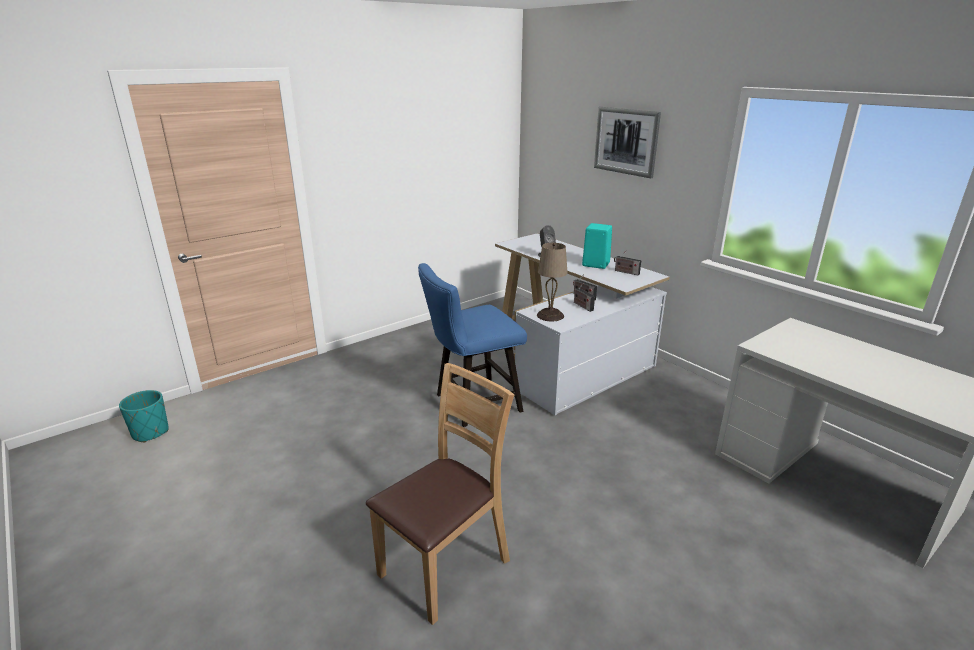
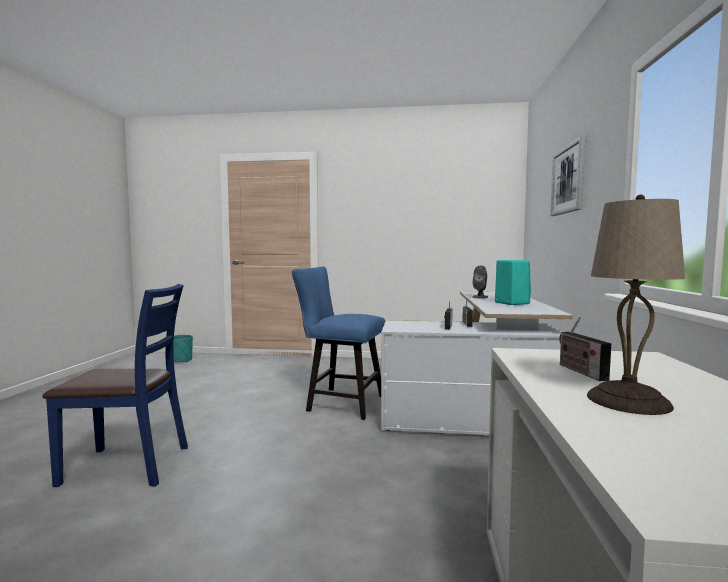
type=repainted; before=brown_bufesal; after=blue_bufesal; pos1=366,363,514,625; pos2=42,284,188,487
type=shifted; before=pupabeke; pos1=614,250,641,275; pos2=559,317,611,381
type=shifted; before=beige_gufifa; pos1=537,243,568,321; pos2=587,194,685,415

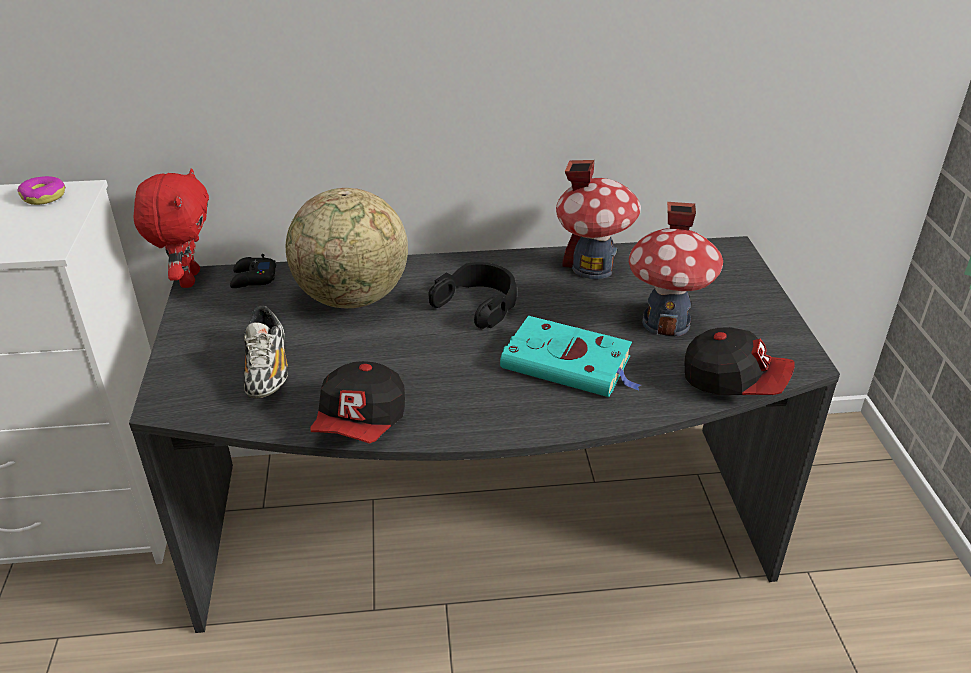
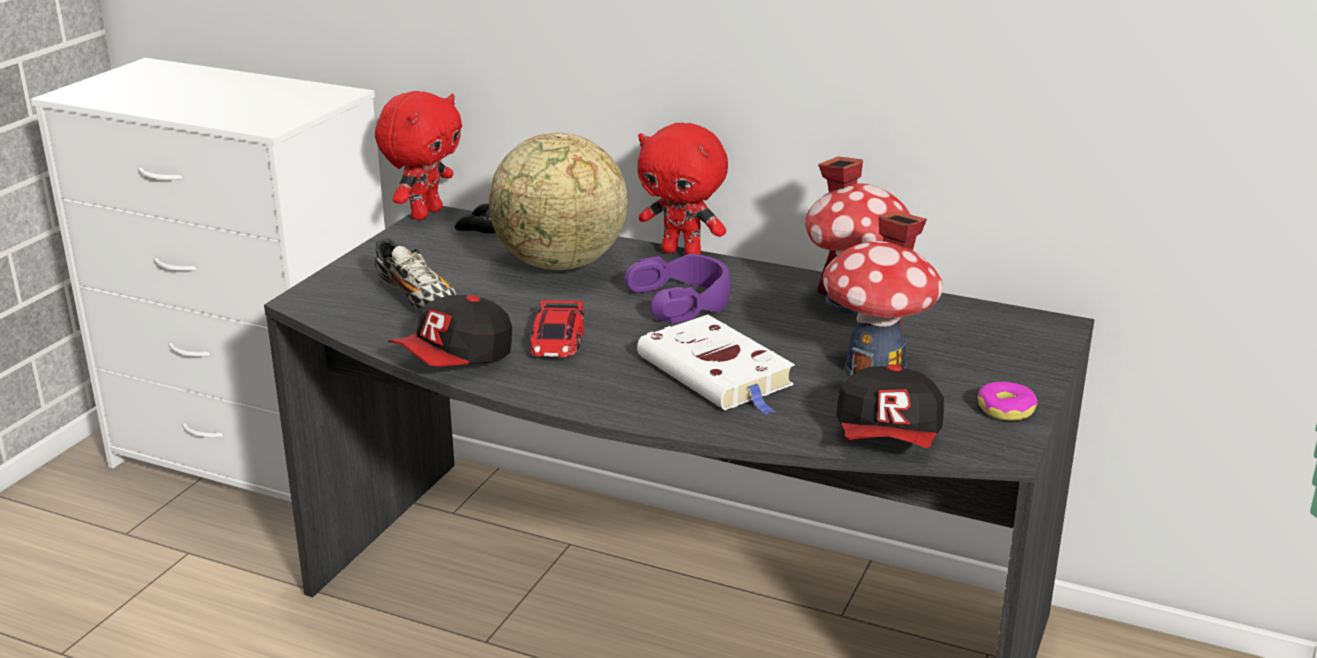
type=rotated; before=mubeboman; pos1=244,306,288,399; pos2=375,237,457,310; turn=-60
type=new; after=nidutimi; pos2=530,300,584,357
type=repainted; before=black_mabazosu; after=purple_mabazosu; pos1=428,262,517,329; pos2=625,254,730,323
type=new; after=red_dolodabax; pos2=637,123,728,255
type=repainted; before=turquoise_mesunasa; after=white_mesunasa; pos1=500,316,641,397; pos2=637,315,794,415
type=rotated; before=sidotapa; pos1=685,327,795,395; pos2=836,364,944,448; turn=45
type=shifted; before=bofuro; pos1=18,176,66,205; pos2=978,382,1038,421

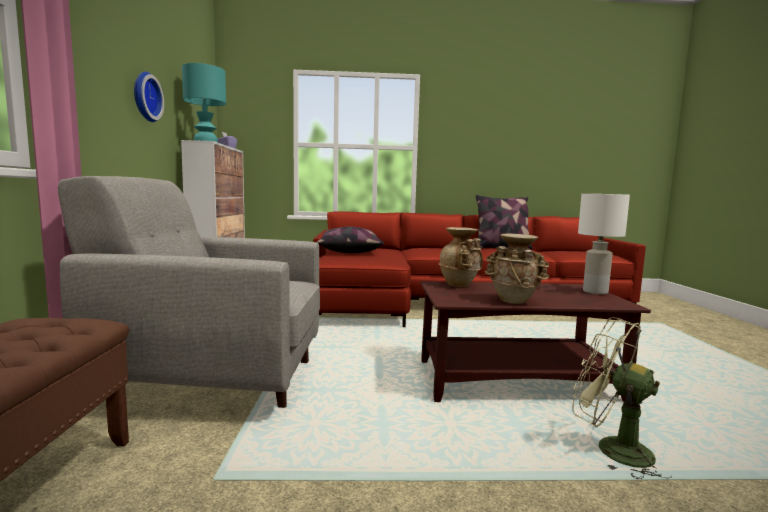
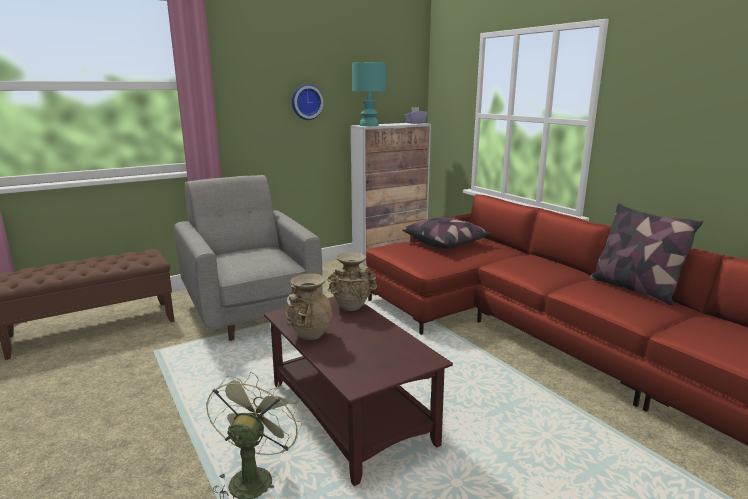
type=gone; before=white_gufifa; pos1=578,194,630,294

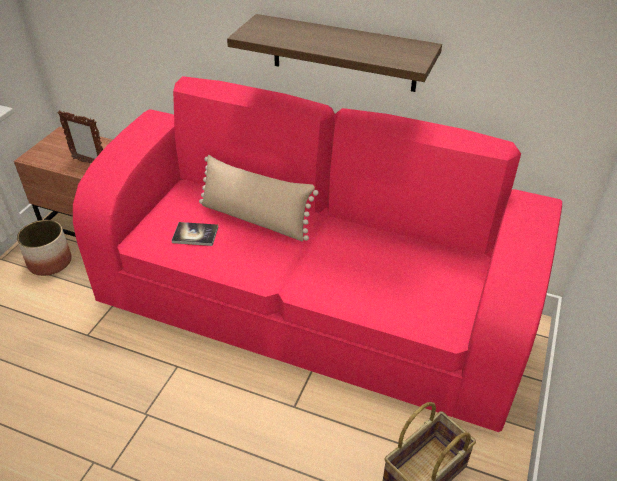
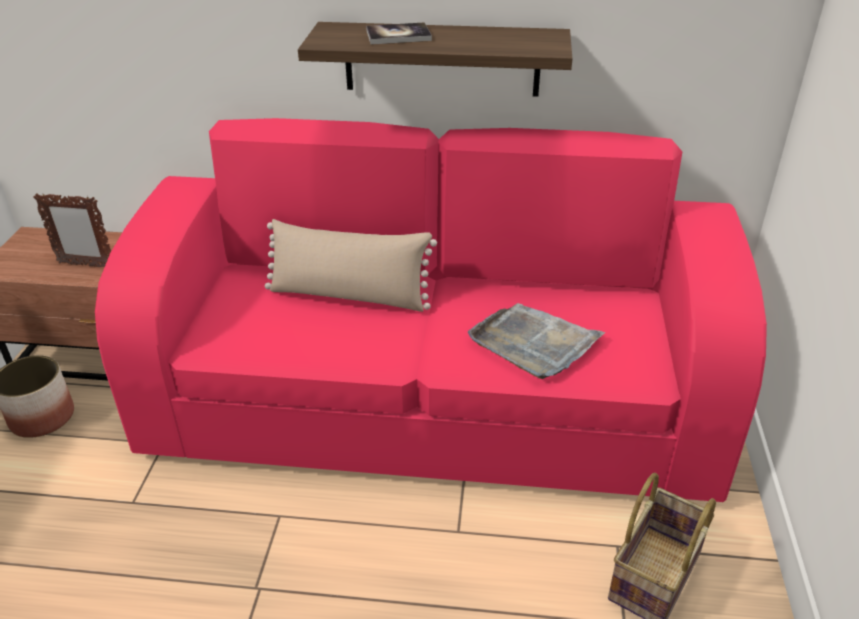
type=shifted; before=mesunasa; pos1=171,222,218,246; pos2=366,22,432,45
type=new; after=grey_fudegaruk; pos2=468,303,606,379

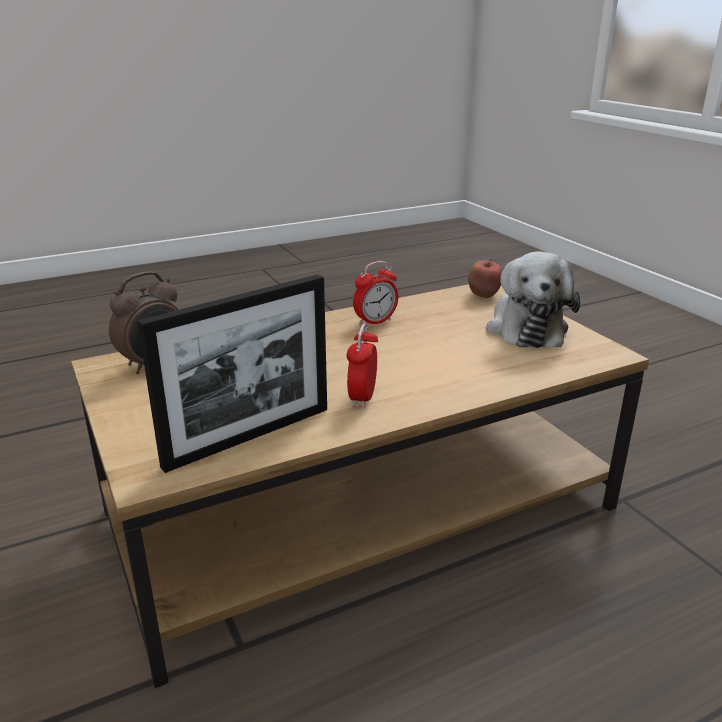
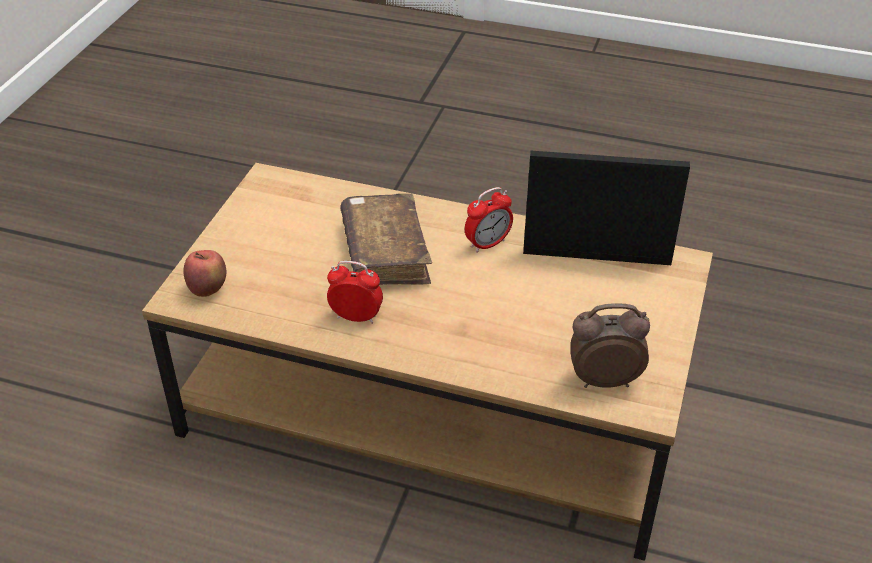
type=new; after=brown_mesunasa; pos2=341,193,432,285
type=gone; before=dolodabax; pos1=486,251,580,348

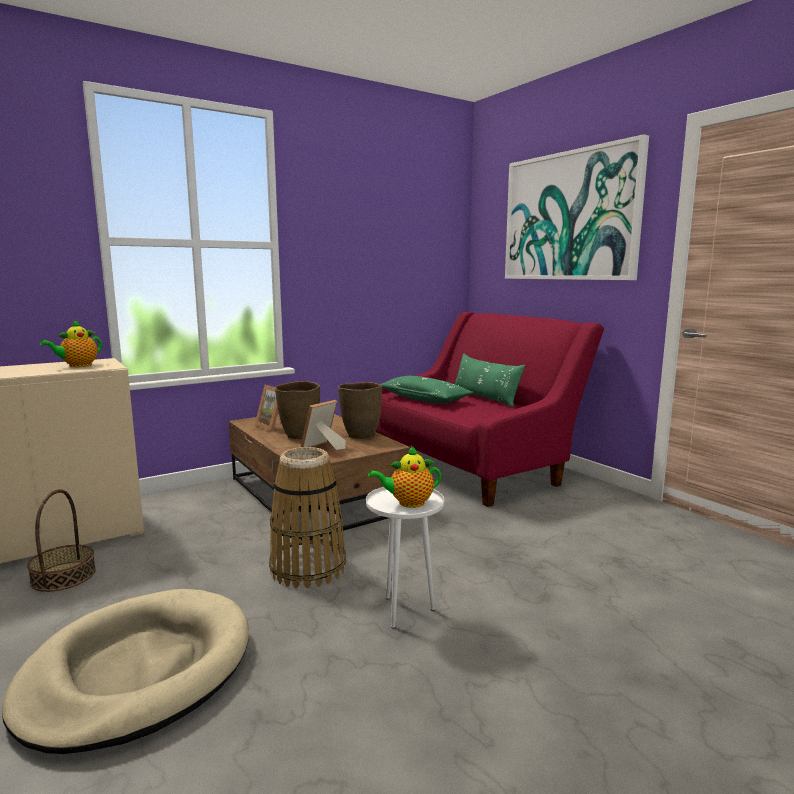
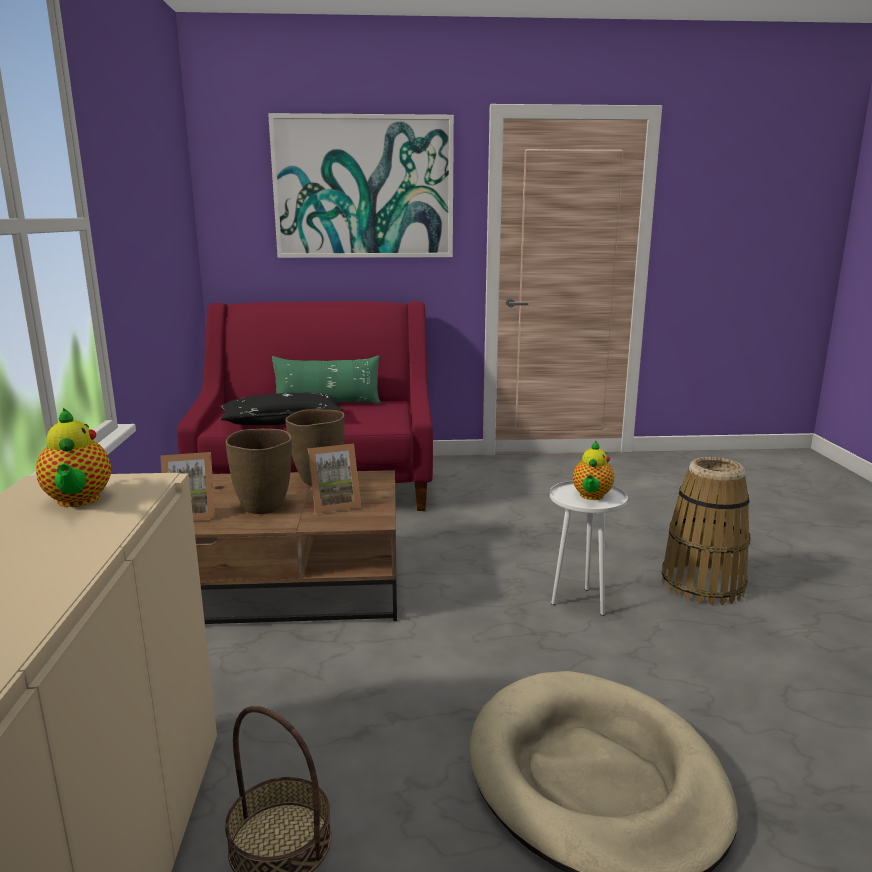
type=repainted; before=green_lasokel; after=black_lasokel; pos1=380,376,473,403; pos2=220,393,344,425
type=rotated; before=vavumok; pos1=301,400,346,450; pos2=308,443,361,514; turn=-90
type=shifted; before=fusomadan; pos1=269,447,346,588; pos2=661,457,750,605

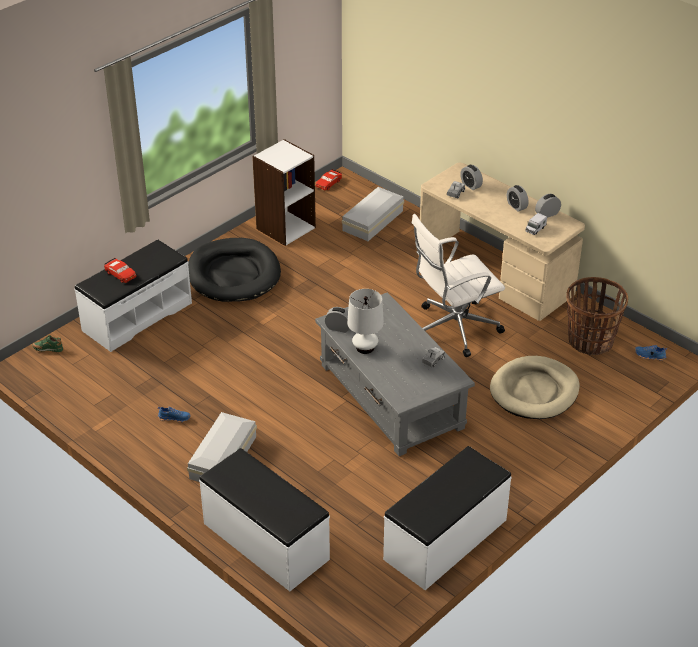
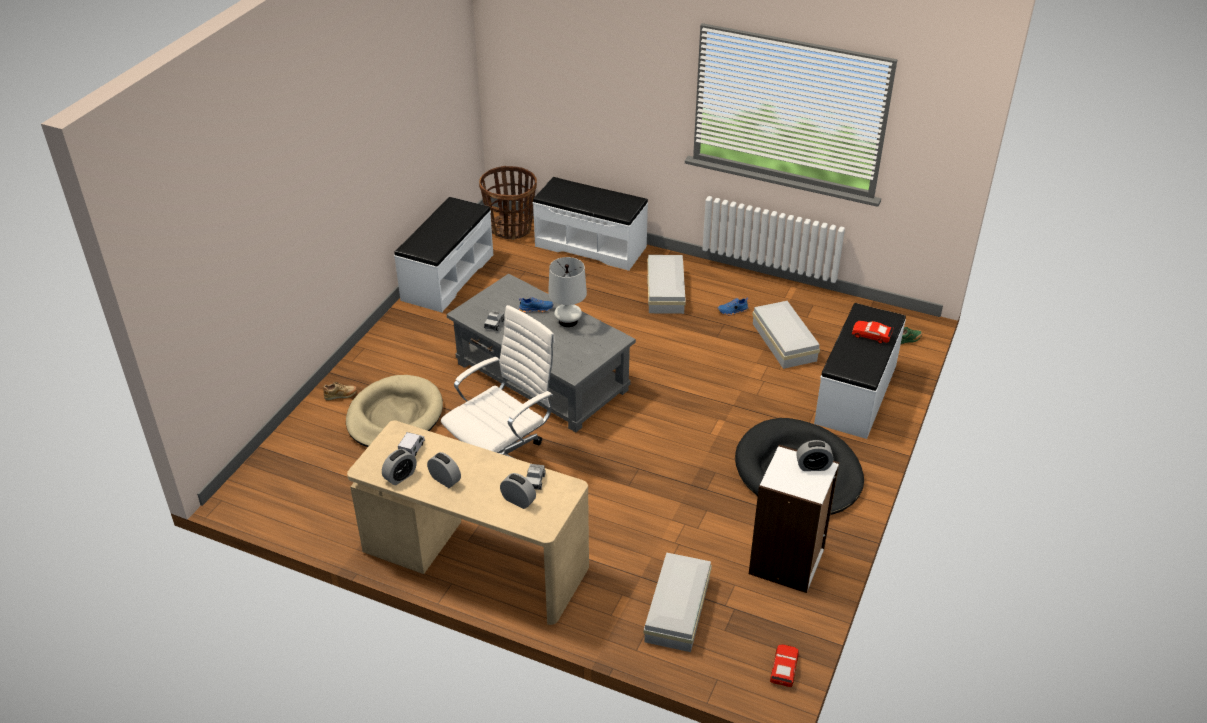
type=new; after=beige_mubeboman; pos2=323,382,357,400
type=shifted; before=fusomadan; pos1=566,277,628,355; pos2=479,166,537,240
type=shifted; before=blue_mubeboman; pos1=635,345,667,361; pos2=519,296,553,313
type=new; after=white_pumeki; pos2=753,301,820,369
type=shifted; before=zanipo; pos1=325,307,350,333; pos2=796,440,833,471

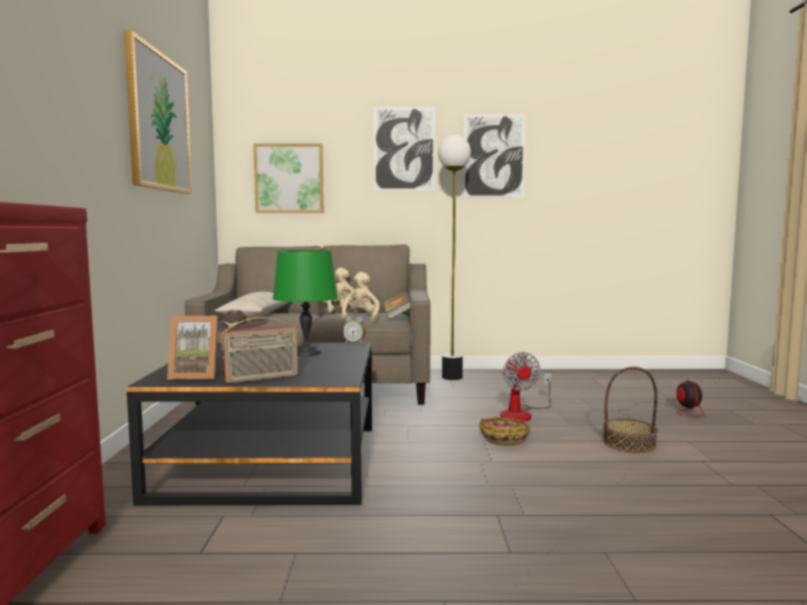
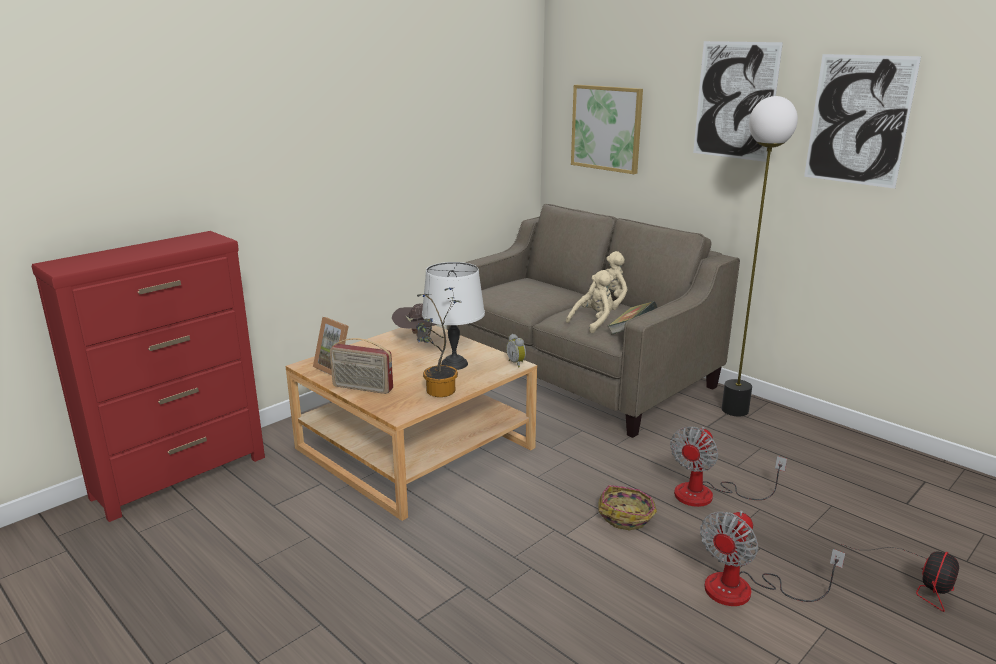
type=repainted; before=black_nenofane; after=beige_nenofane; pos1=127,343,372,505; pos2=286,325,537,521
type=new; after=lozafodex; pos2=416,287,461,397
type=repainted; before=green_gufifa; after=white_gufifa; pos1=273,250,338,356; pos2=422,262,485,370
type=swapped; before=fusomadan; after=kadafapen; pos1=603,367,657,453; pos2=700,511,845,606
type=gone; before=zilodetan; pos1=124,30,192,194
type=gone; before=beige_lasokel; pos1=215,292,289,318

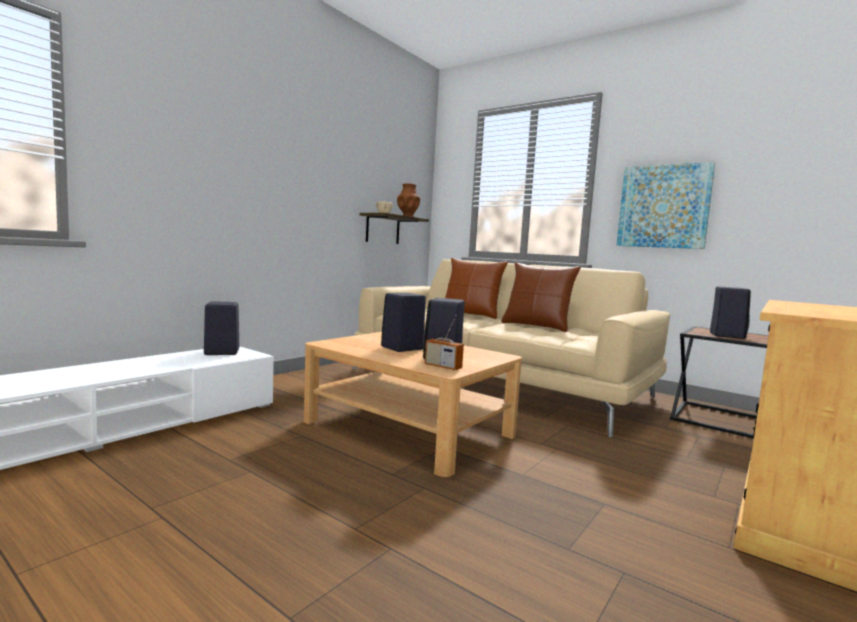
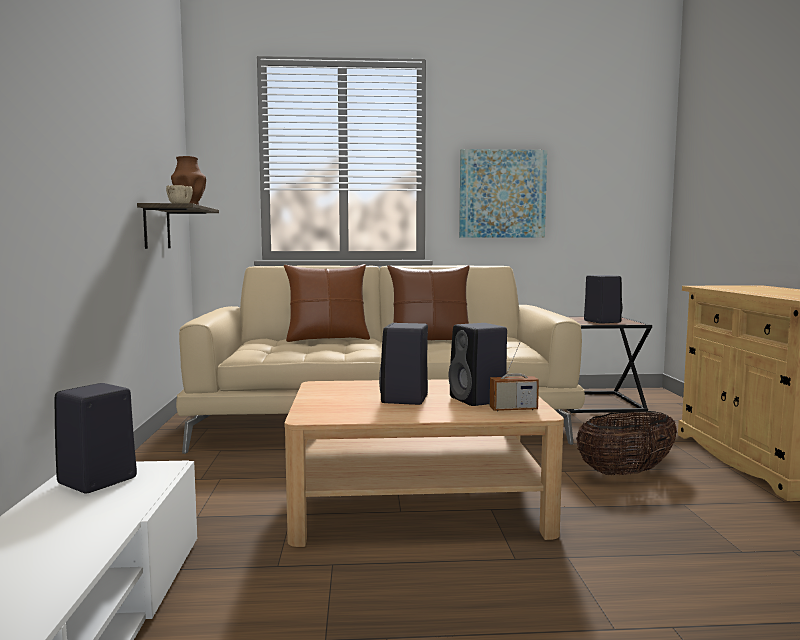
type=new; after=fusomadan; pos2=576,411,677,475

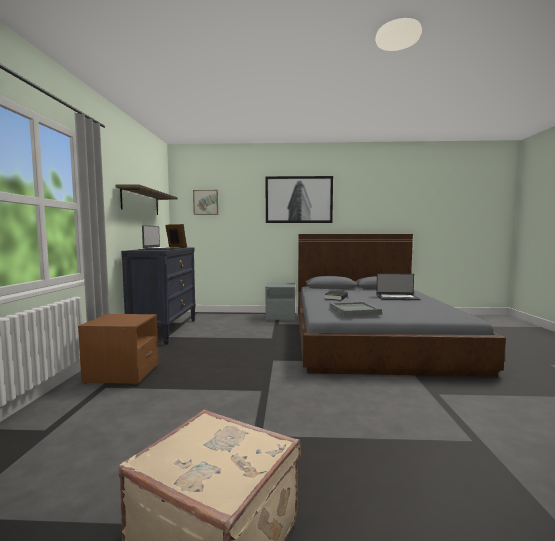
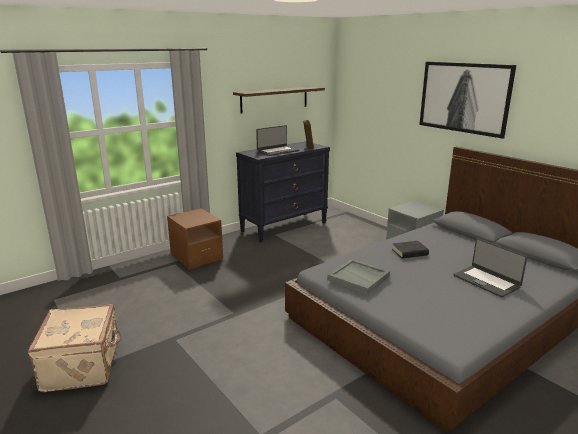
type=gone; before=zilodetan; pos1=193,190,218,215

